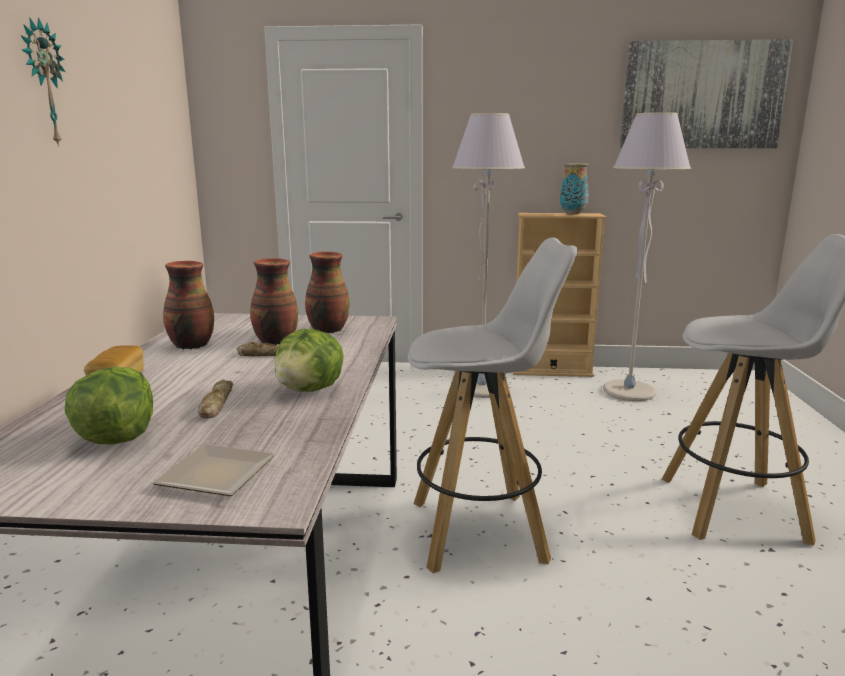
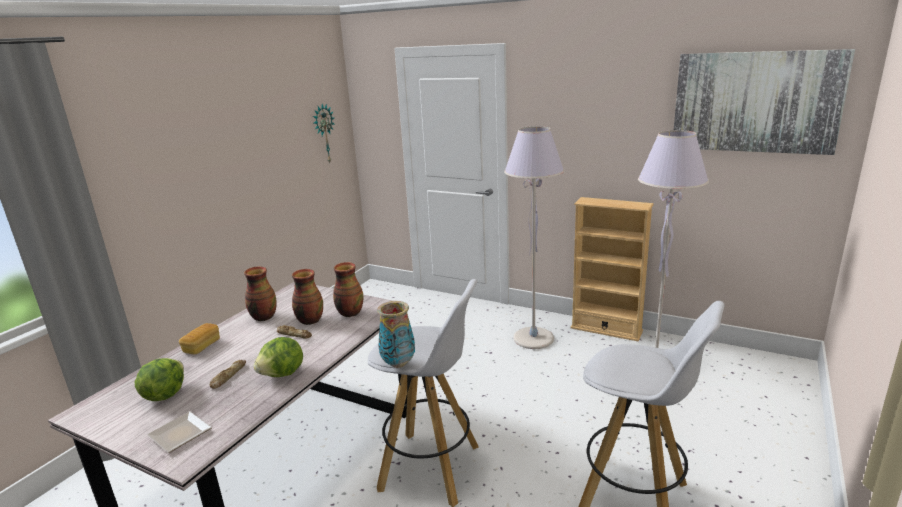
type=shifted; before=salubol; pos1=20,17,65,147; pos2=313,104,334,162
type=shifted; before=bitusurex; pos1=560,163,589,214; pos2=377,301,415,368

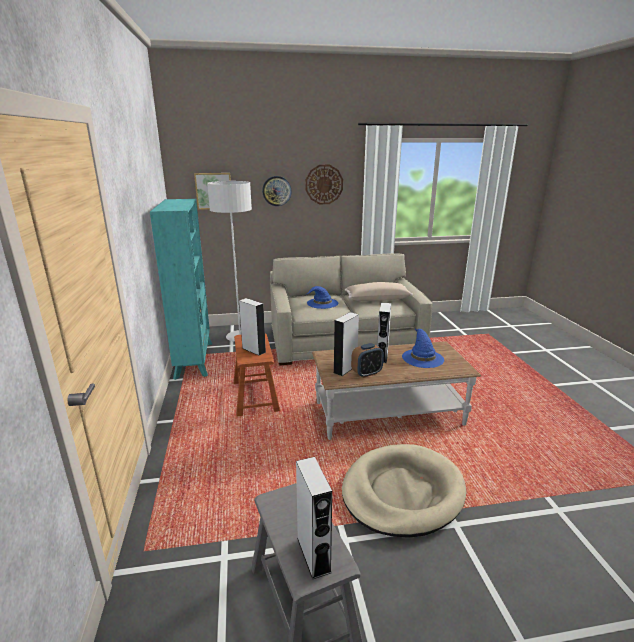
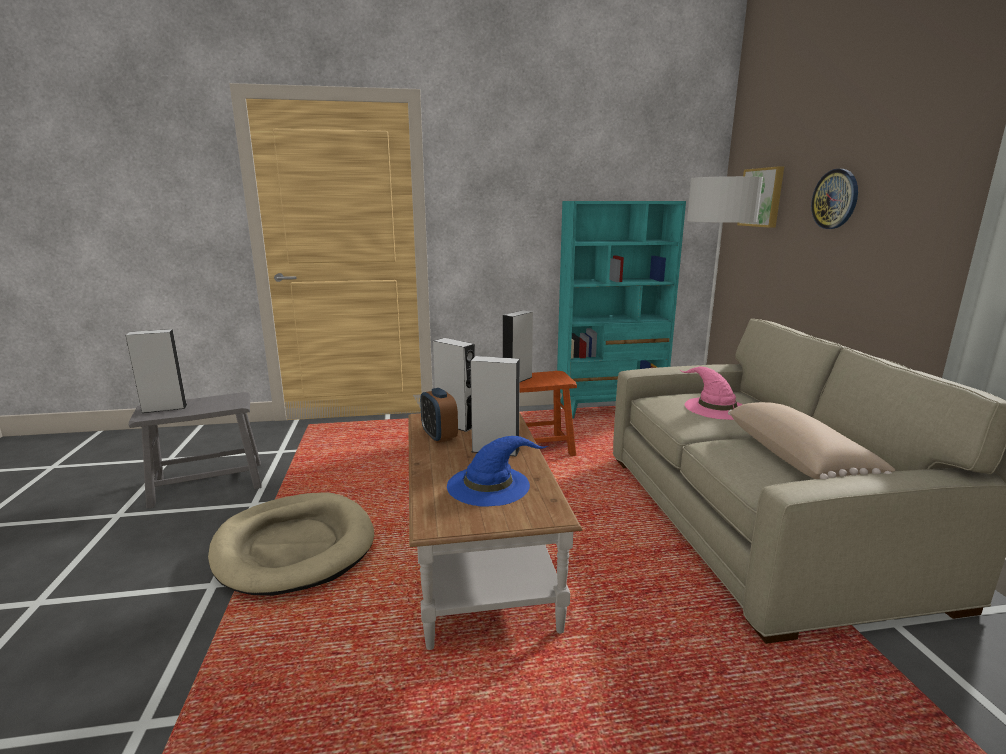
type=repainted; before=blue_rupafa; after=pink_rupafa; pos1=307,286,338,309; pos2=680,367,743,420
type=gone; before=salubol; pos1=306,165,343,204

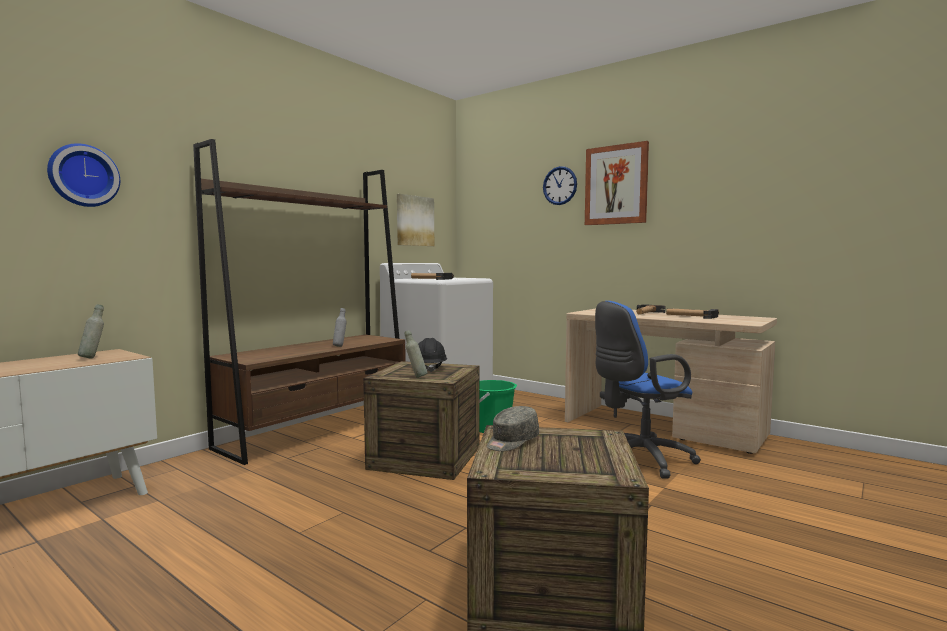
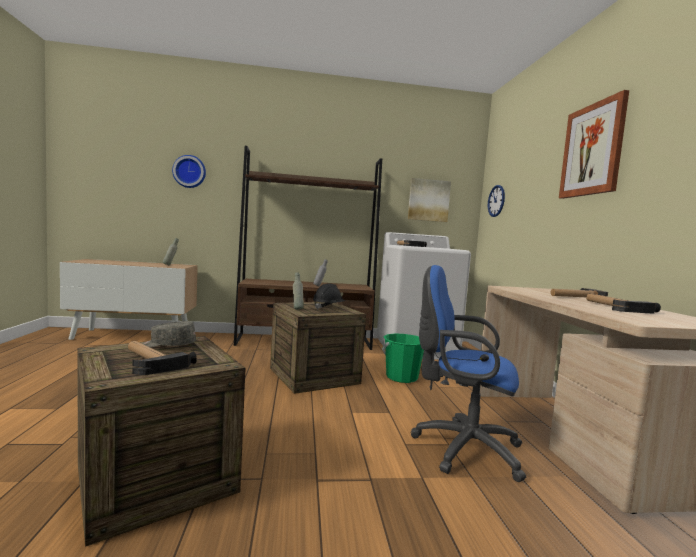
type=new; after=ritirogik; pos2=128,341,197,375
type=shifted; before=salubol; pos1=543,166,577,205; pos2=488,185,505,217

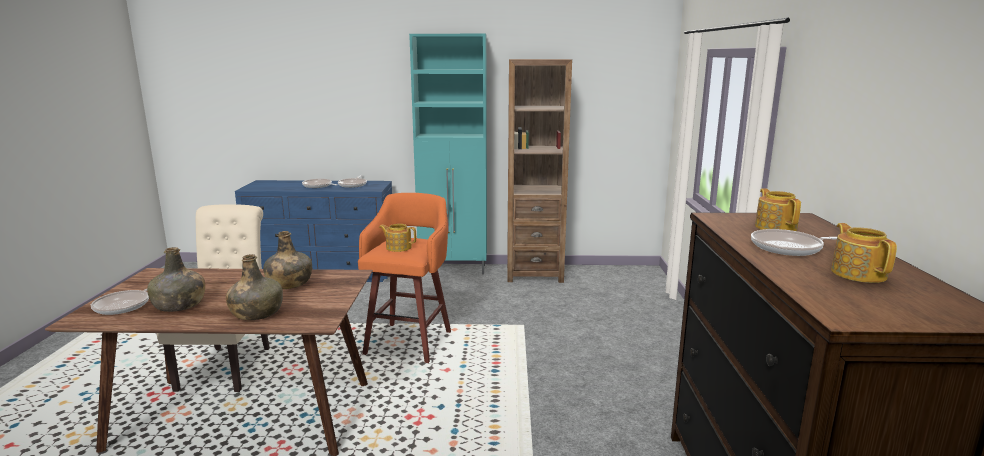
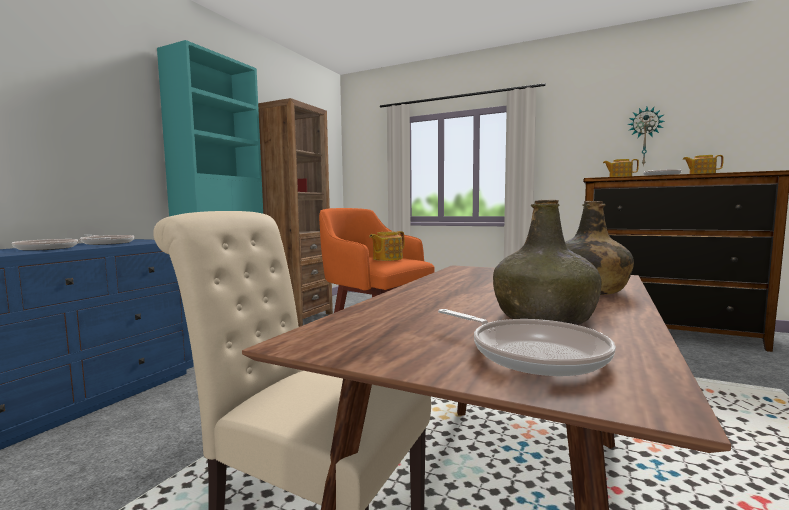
type=new; after=salubol; pos2=627,107,665,166
type=gone; before=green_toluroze; pos1=263,231,312,289

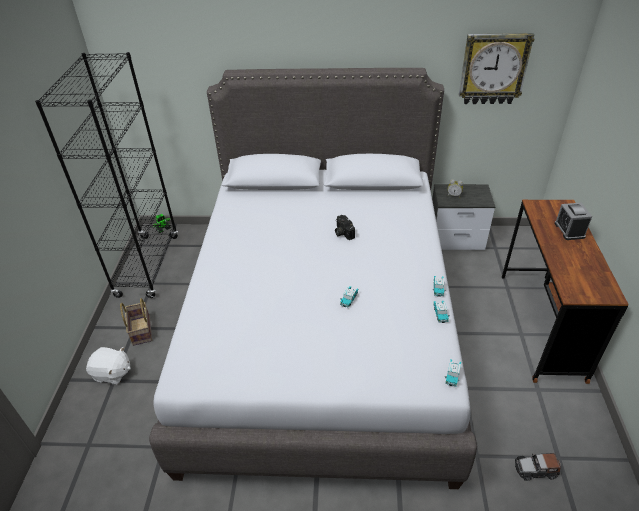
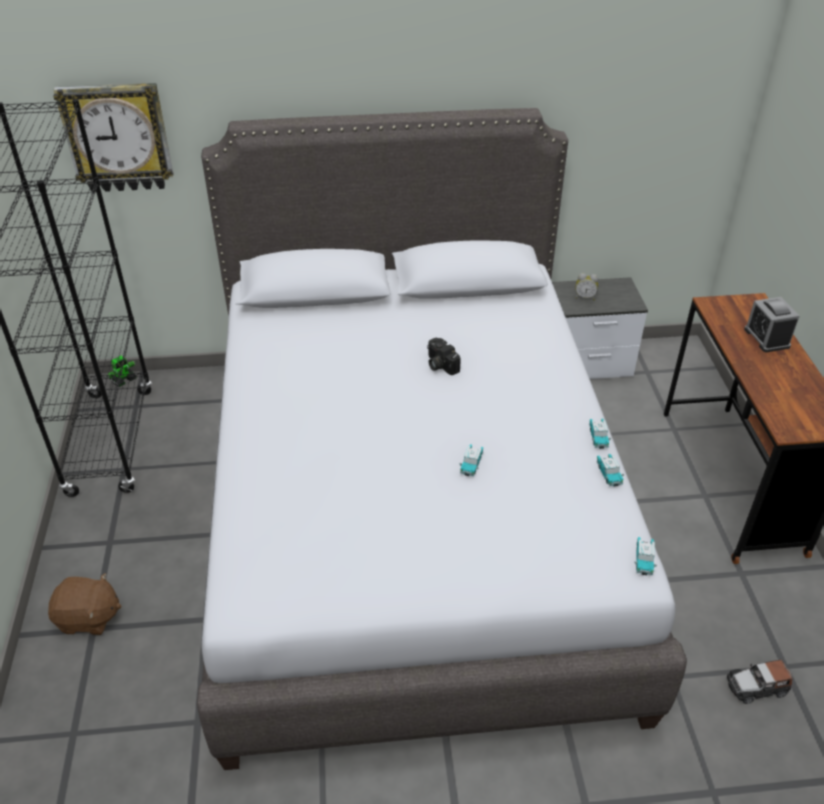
type=repainted; before=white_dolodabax; after=brown_dolodabax; pos1=86,347,131,385; pos2=48,573,121,635
type=shifted; before=salubol; pos1=459,33,534,104; pos2=54,83,174,192
type=gone; before=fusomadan; pos1=120,298,152,346

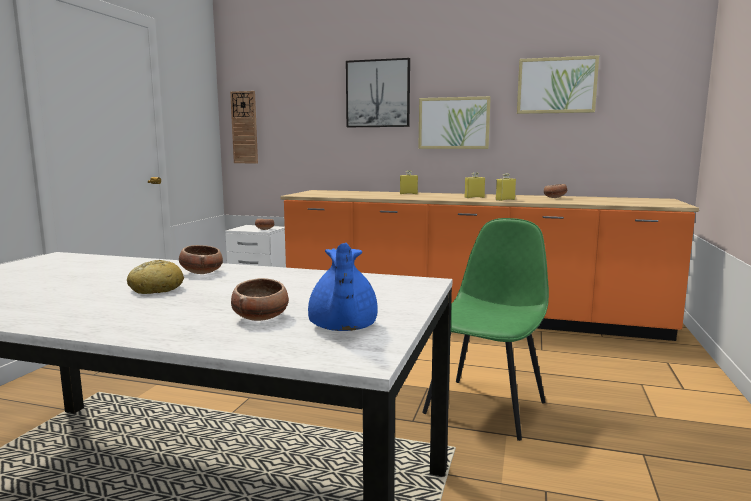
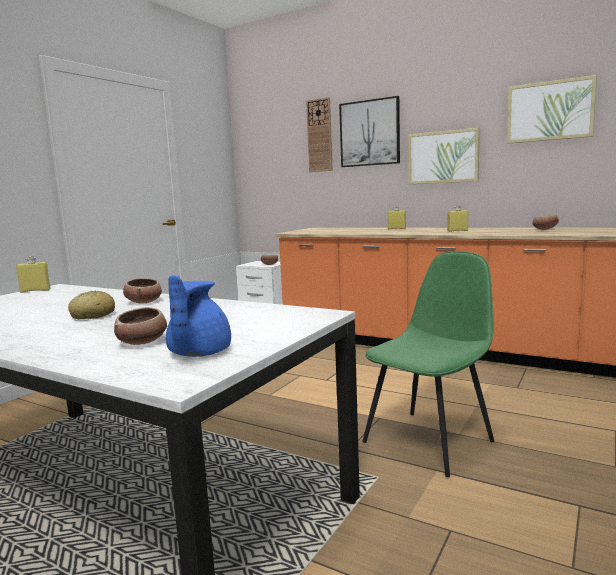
type=shifted; before=yellow_toluroze; pos1=496,173,516,201; pos2=16,256,50,293
type=shifted; before=salubol; pos1=230,91,258,163; pos2=306,97,333,172

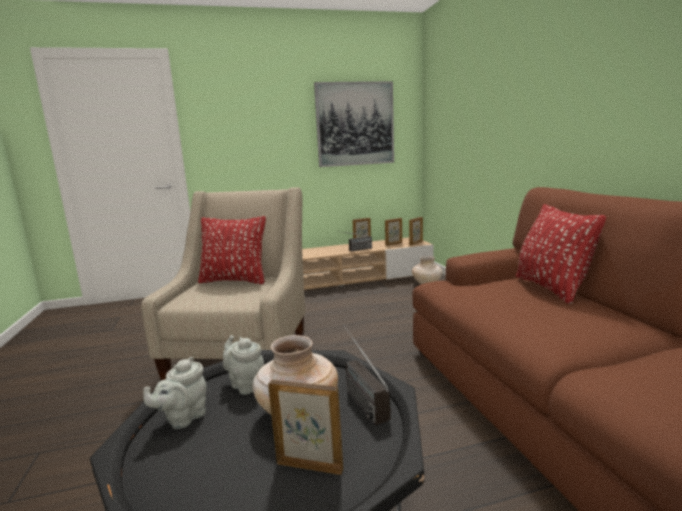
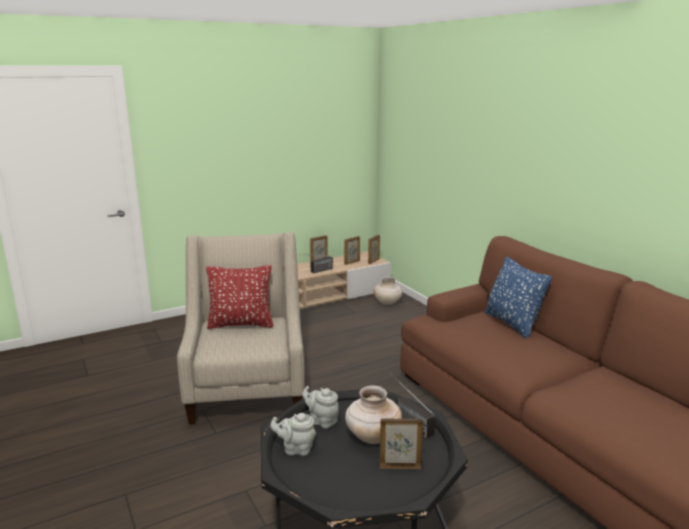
type=rotated; before=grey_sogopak; pos1=144,357,206,429; pos2=270,413,316,456; turn=75
type=repainted; before=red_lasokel; after=blue_lasokel; pos1=516,204,606,304; pos2=484,257,552,339
type=gone; before=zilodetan; pos1=314,81,394,167

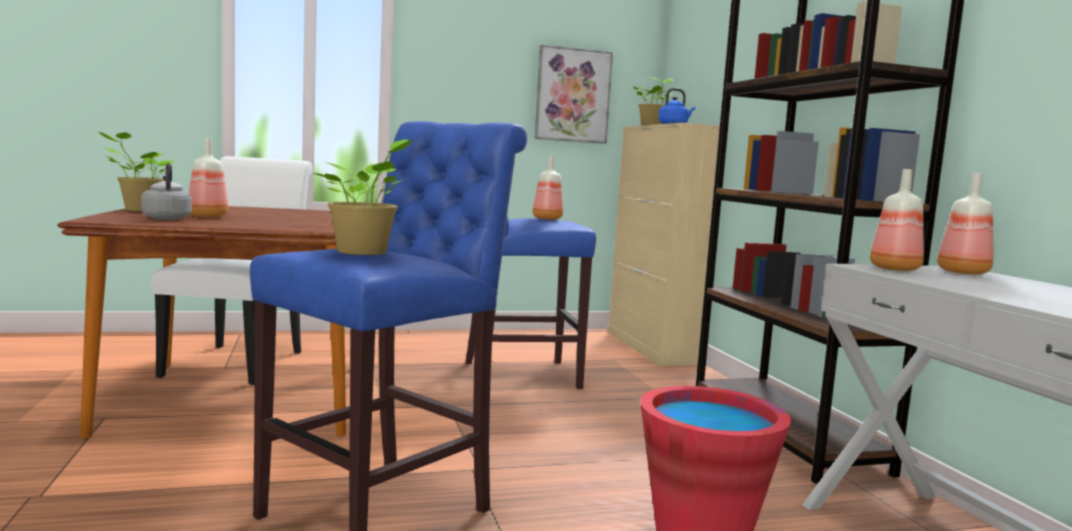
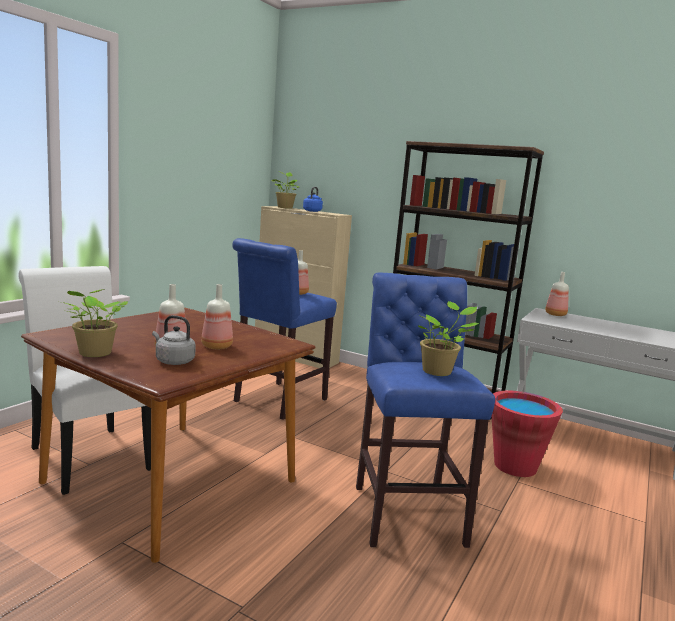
type=shifted; before=toluroze; pos1=870,169,924,271; pos2=201,284,233,349
type=gone; before=zilodetan; pos1=535,44,613,144

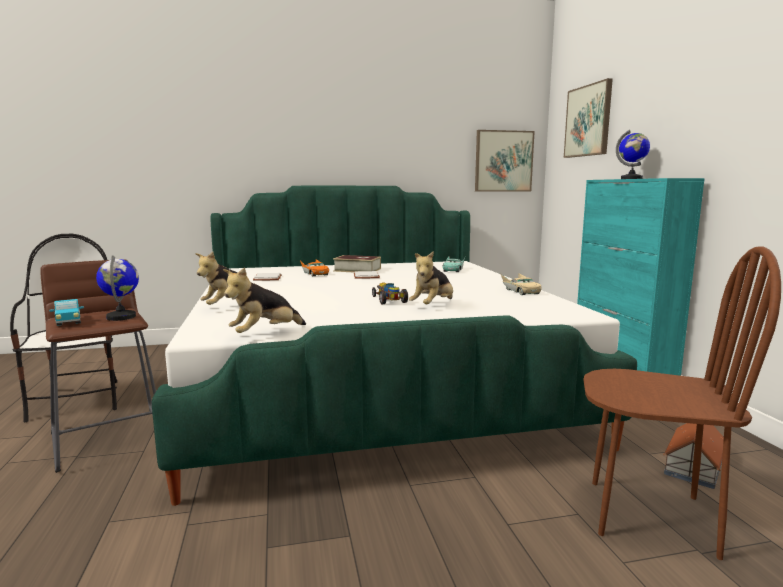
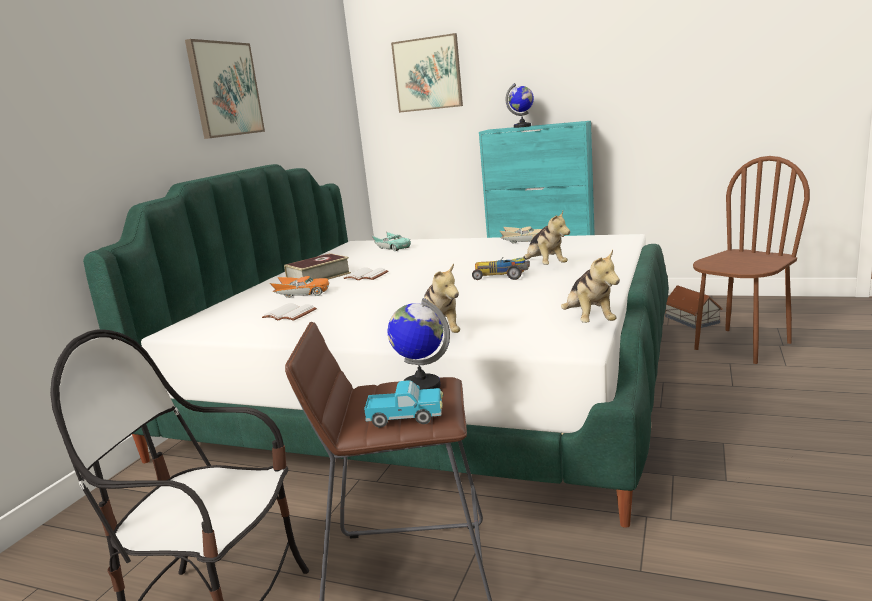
type=shifted; before=zilodetan; pos1=475,130,535,192; pos2=185,39,265,139

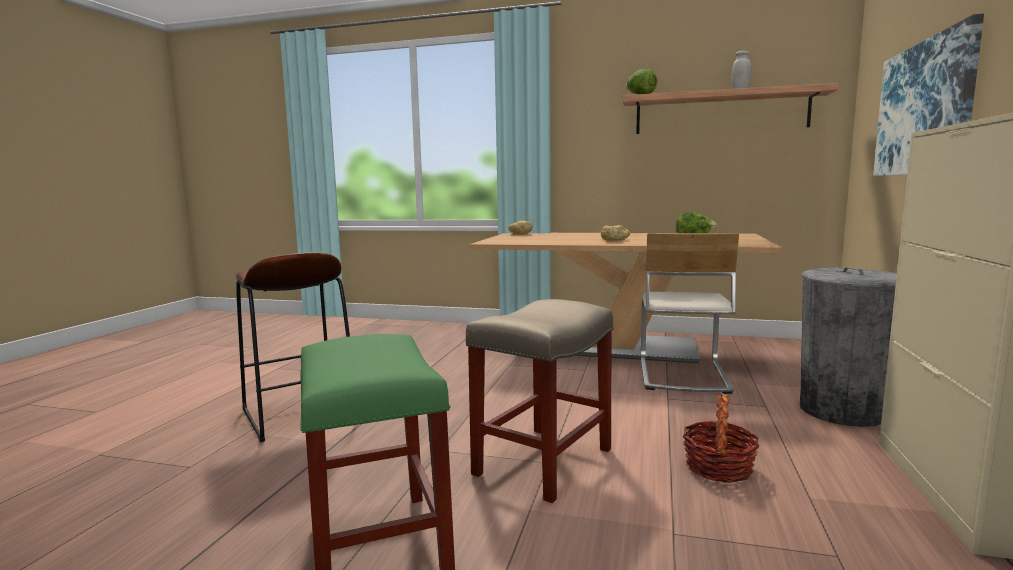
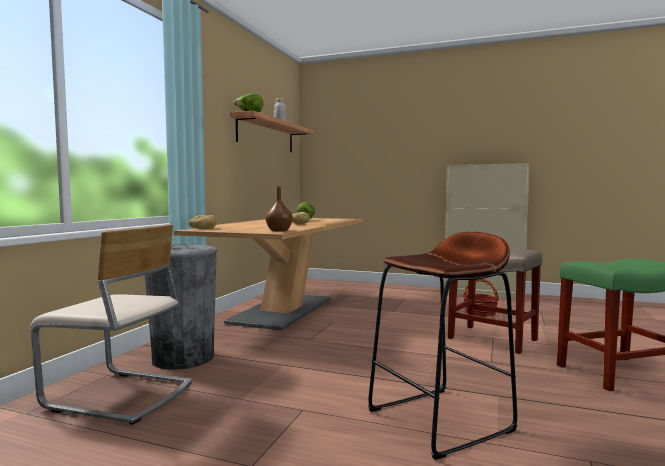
type=shifted; before=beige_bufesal; pos1=641,233,739,394; pos2=30,225,192,425
type=shifted; before=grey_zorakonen; pos1=800,267,897,427; pos2=145,244,218,370
type=new; after=brown_bitusurex; pos2=265,186,293,232
type=gone; before=zilodetan; pos1=873,13,984,176

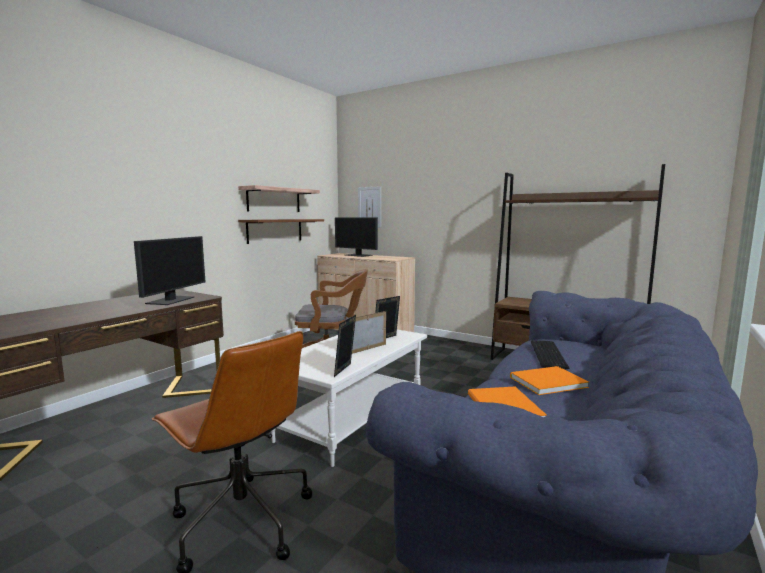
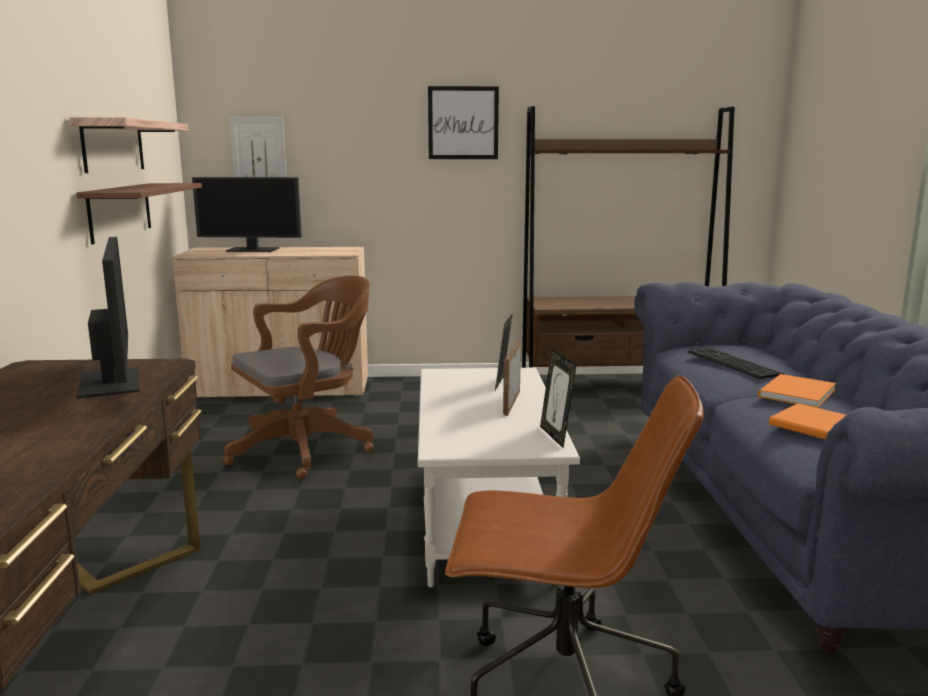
type=new; after=zilodetan; pos2=428,86,499,159

